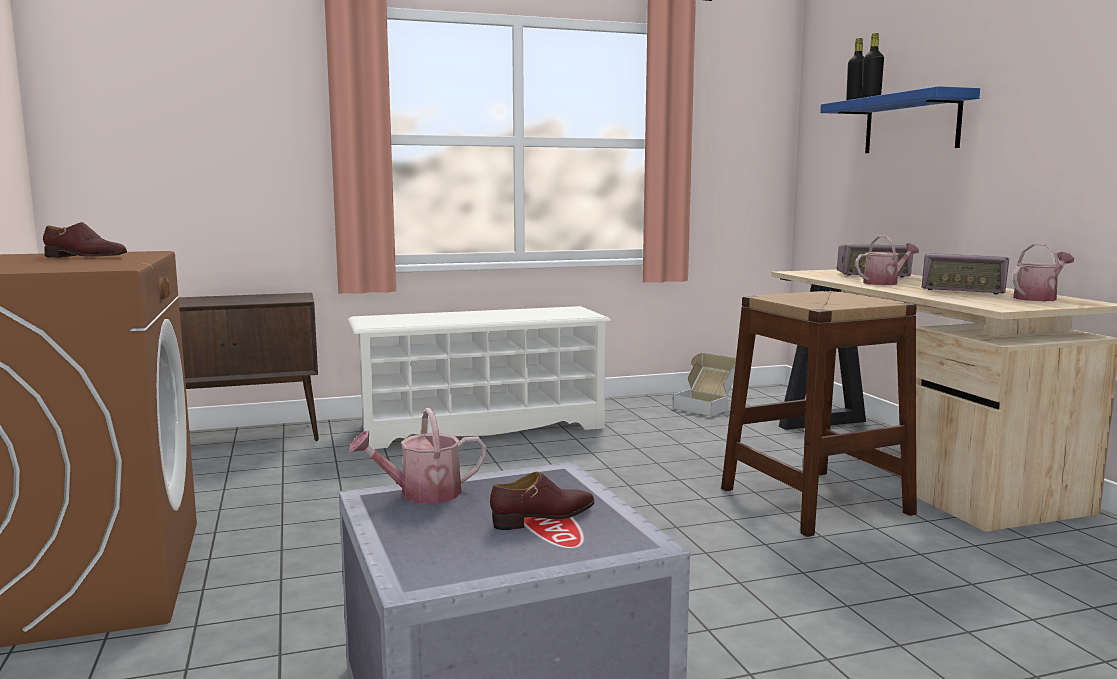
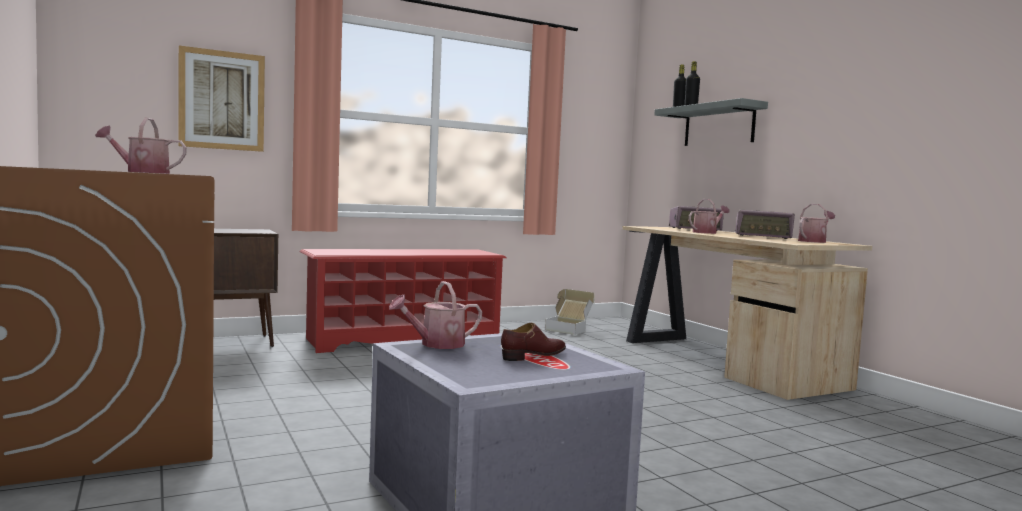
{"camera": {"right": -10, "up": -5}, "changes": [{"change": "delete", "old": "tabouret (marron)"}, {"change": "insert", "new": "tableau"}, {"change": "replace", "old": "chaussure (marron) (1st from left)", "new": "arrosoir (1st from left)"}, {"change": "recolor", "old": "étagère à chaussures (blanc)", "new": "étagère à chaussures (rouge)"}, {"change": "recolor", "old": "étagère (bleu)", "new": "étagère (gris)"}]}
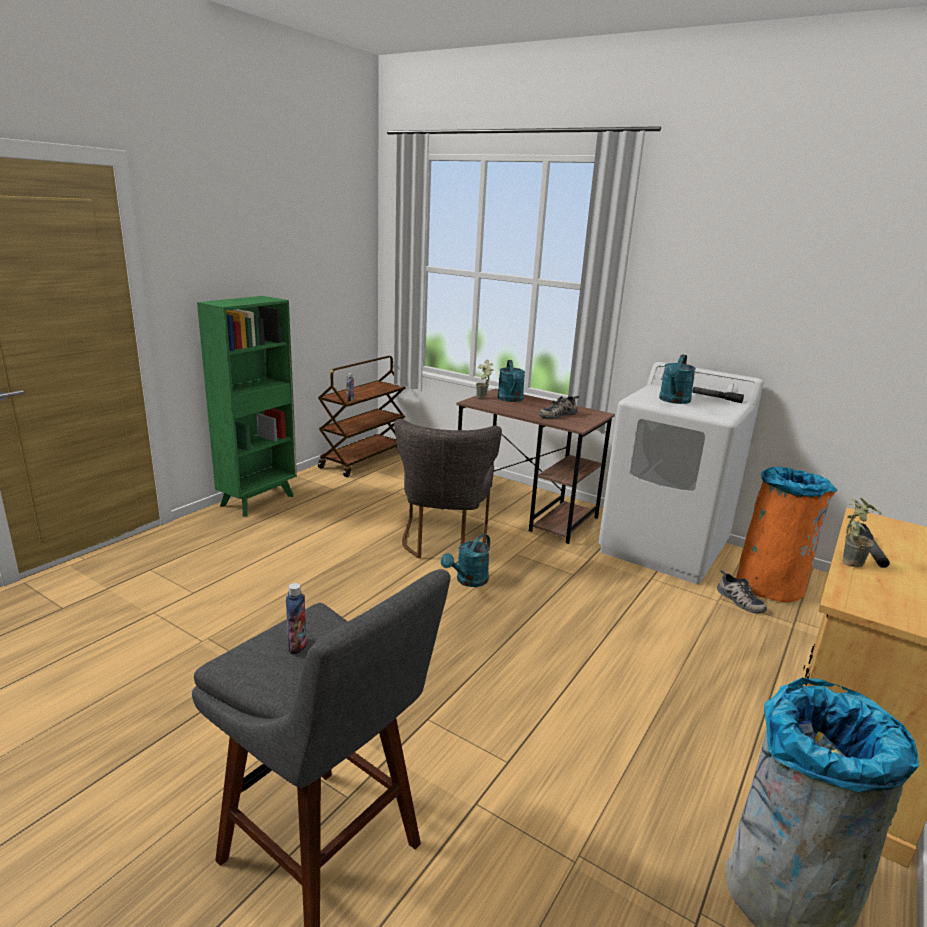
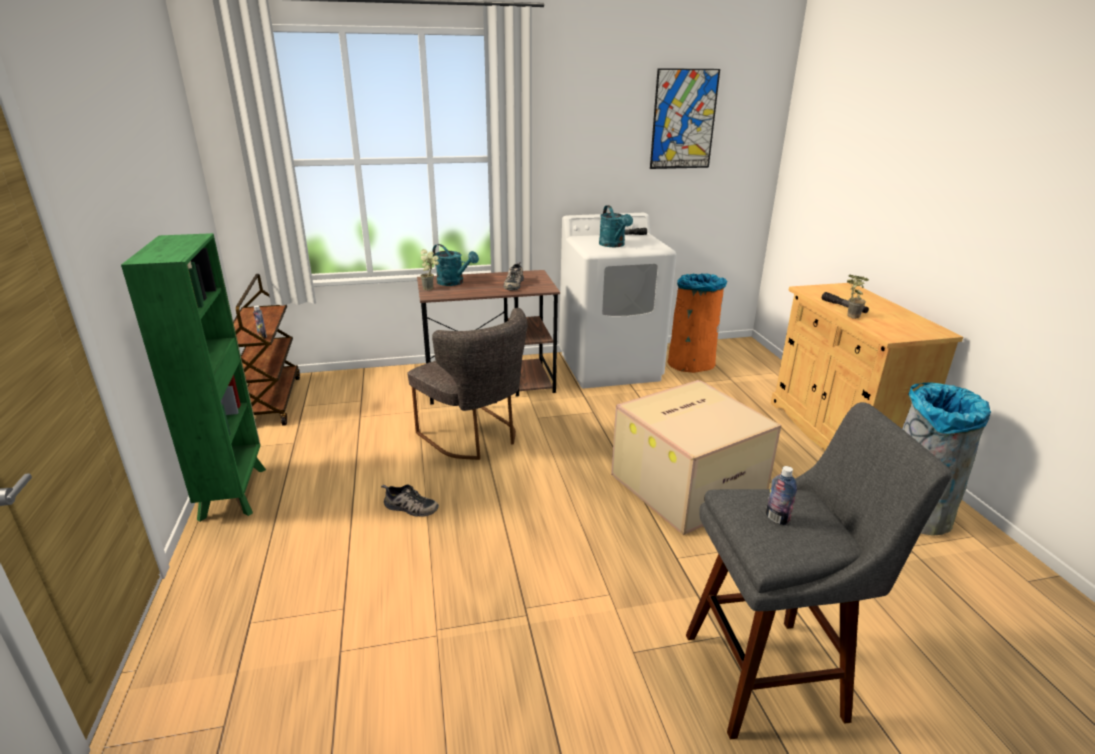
{"camera": {"right": -45, "up": 5}, "changes": [{"change": "delete", "old": "arrosoir (turquoise) (1st from left)"}, {"change": "insert", "new": "carton"}, {"change": "insert", "new": "tableau"}, {"change": "move", "old": "chaussure (2nd from left in the first image)", "new": "chaussure (1st from left)"}]}
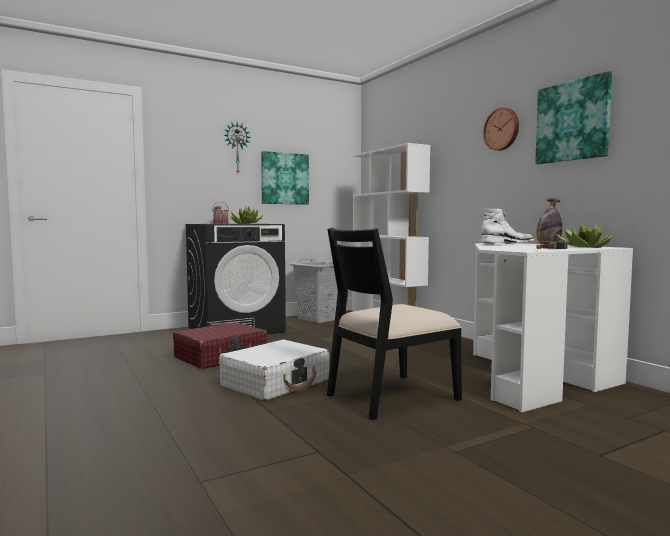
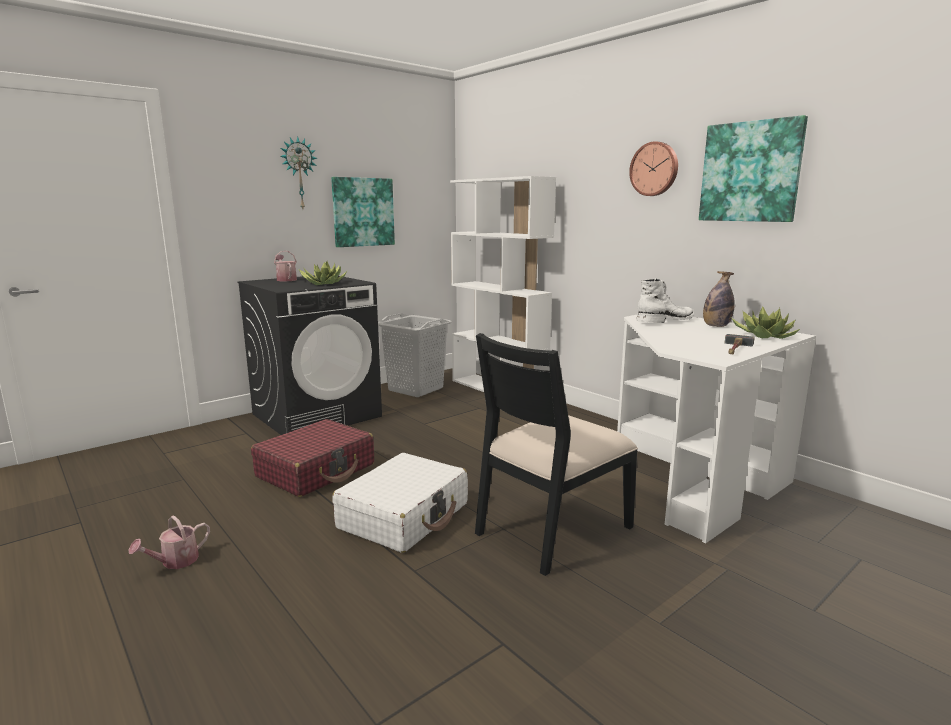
{"camera": {"right": -10, "up": 10}, "changes": [{"change": "insert", "new": "arrosoir (1st from left)"}]}
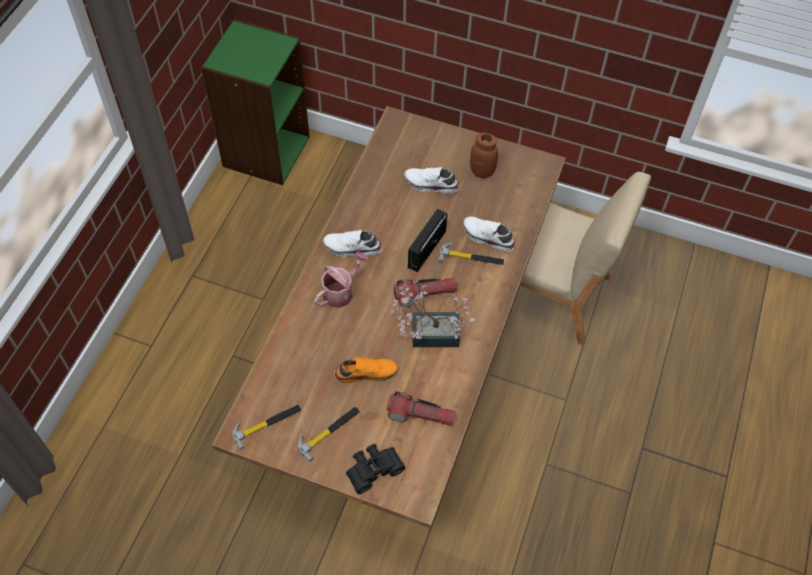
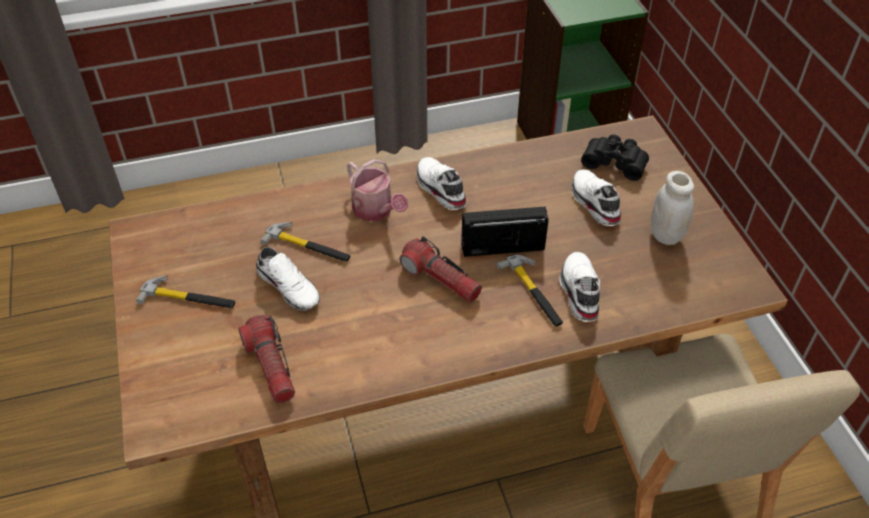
{"camera": {"right": 55, "up": -10}, "changes": [{"change": "delete", "old": "plante en pot"}, {"change": "move", "old": "marteau (1st from left in the first image)", "new": "marteau (2nd from left)"}, {"change": "move", "old": "jumelles (noir)"}, {"change": "recolor", "old": "chaussure (orange)", "new": "chaussure (blanc) (1st from left)"}, {"change": "recolor", "old": "bocal (marron)", "new": "bocal (blanc)"}, {"change": "rotate", "old": "arrosoir", "degrees": 45}]}
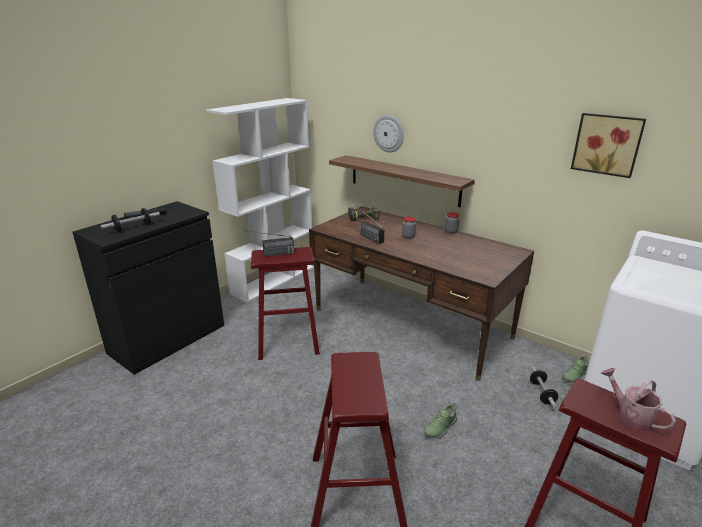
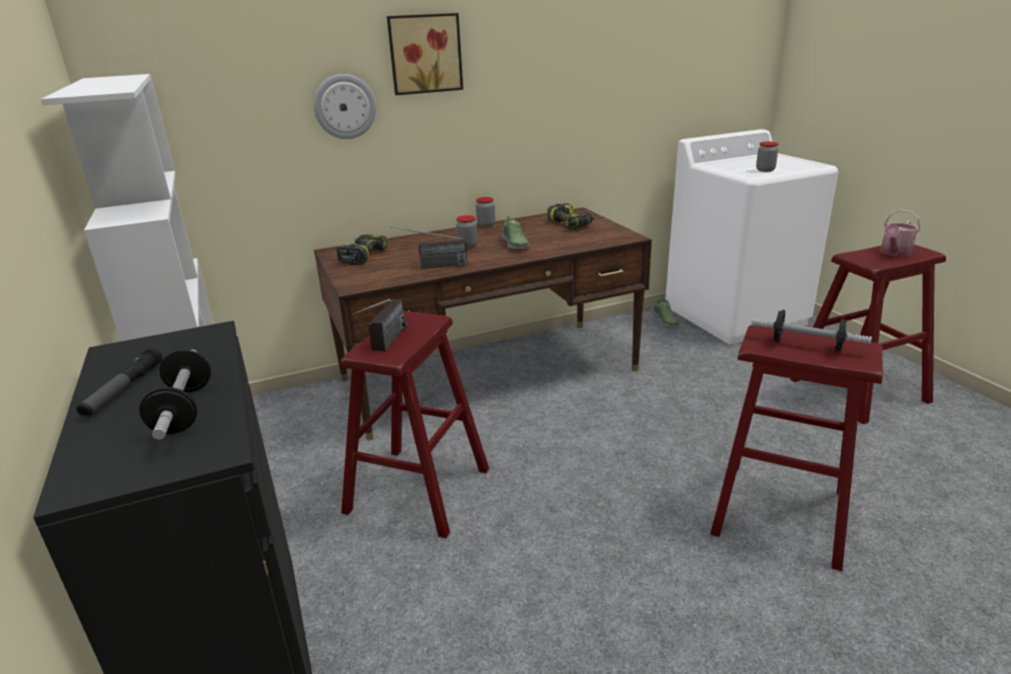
{"camera": {"right": -60, "up": 0}, "changes": [{"change": "delete", "old": "étagère"}, {"change": "insert", "new": "perceuse (2nd from left)"}, {"change": "insert", "new": "bocal (3rd from left)"}, {"change": "move", "old": "chaussure (1st from left)"}, {"change": "move", "old": "haltère (2nd from left)"}, {"change": "move", "old": "tableau"}, {"change": "rotate", "old": "arrosoir", "degrees": -45}]}
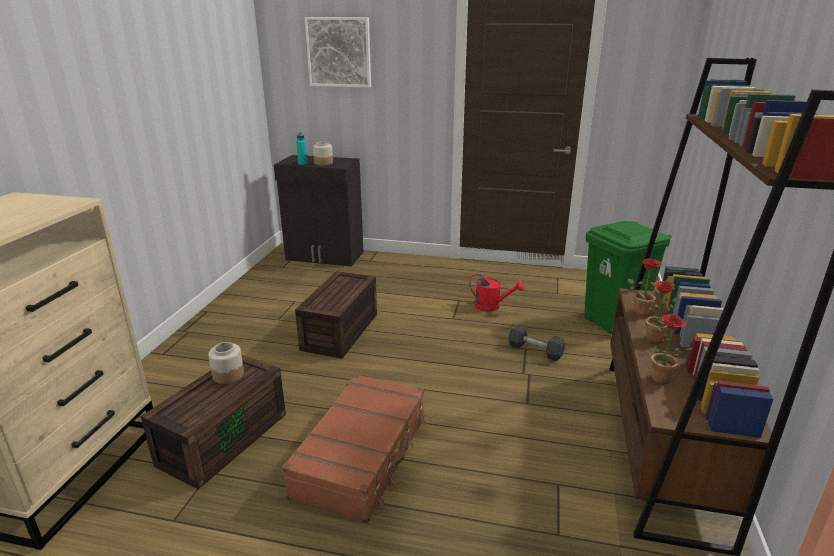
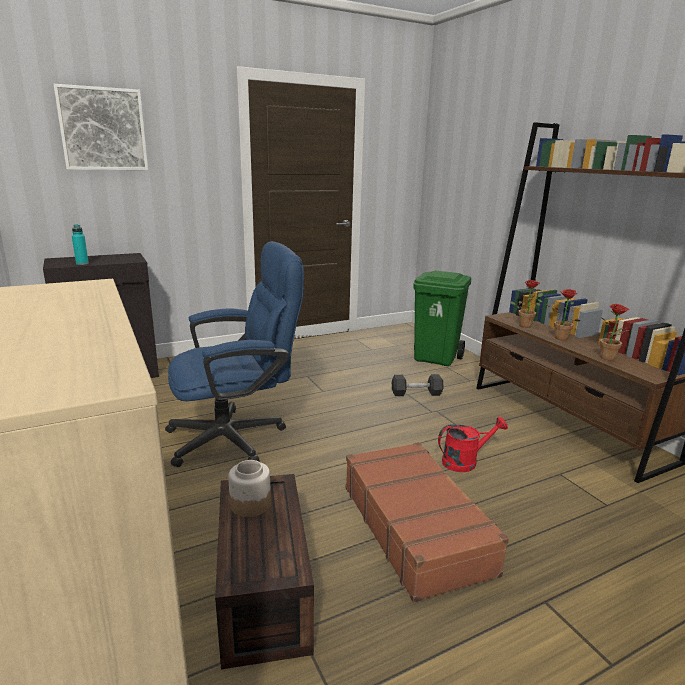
{"camera": {"right": -40, "up": -5}, "changes": [{"change": "delete", "old": "bocal (2nd from left)"}, {"change": "move", "old": "arrosoir (rouge)"}, {"change": "replace", "old": "boîte de rangement (marron) (2nd from left)", "new": "chaise de bureau (bleu)"}]}
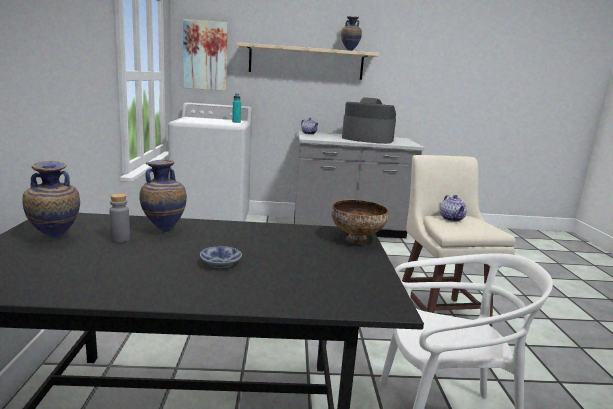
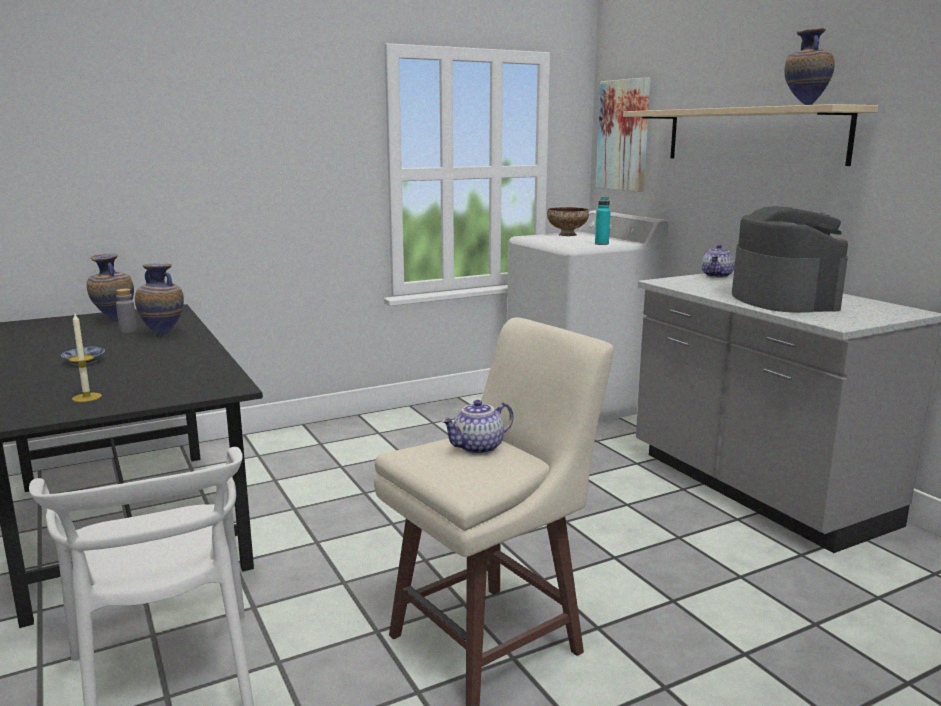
{"camera": {"right": 65, "up": 0}, "changes": [{"change": "insert", "new": "bougie"}, {"change": "move", "old": "bol (2nd from left)"}]}
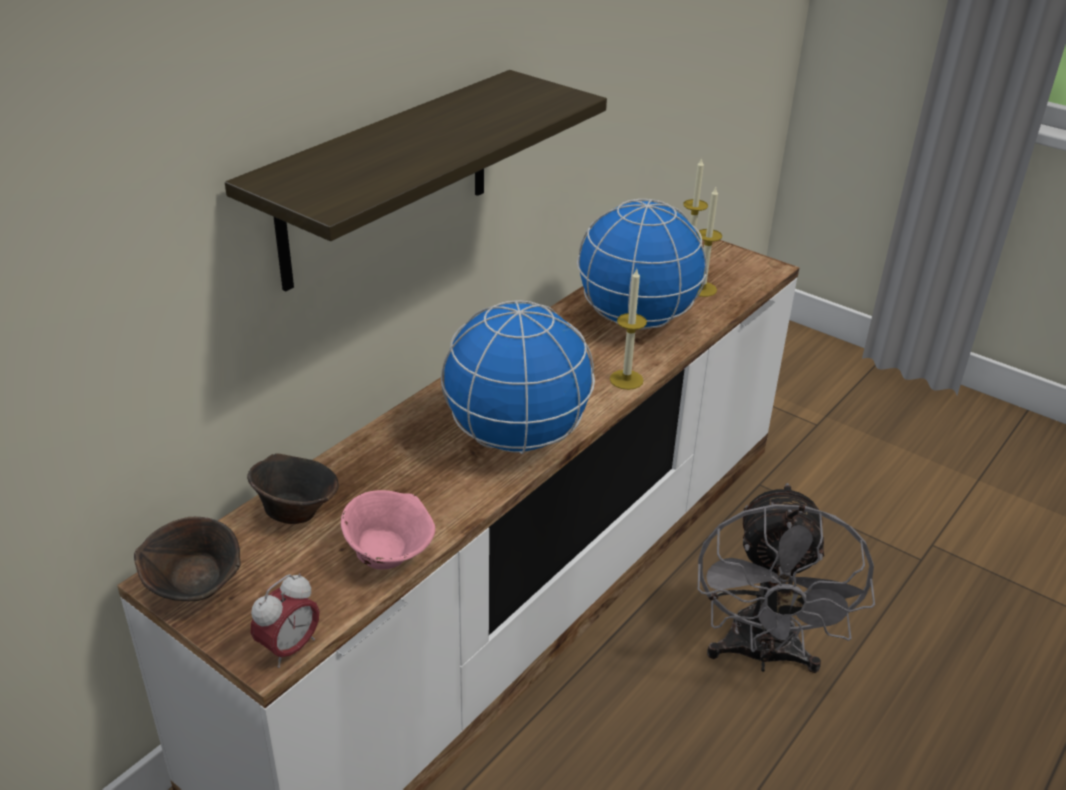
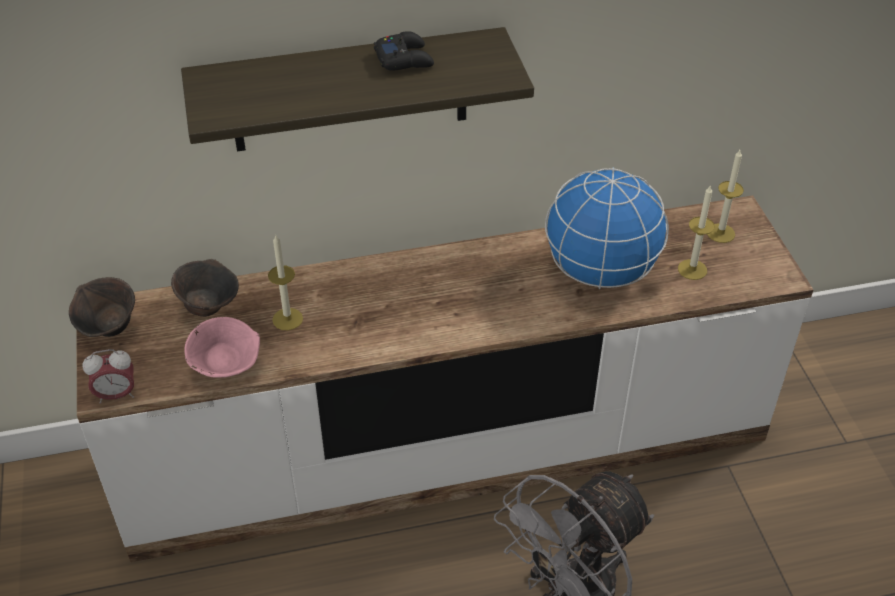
{"camera": {"right": 40, "up": 10}, "changes": [{"change": "delete", "old": "globe (1st from left)"}, {"change": "insert", "new": "manette (noir)"}, {"change": "move", "old": "bougie (1st from left)"}]}
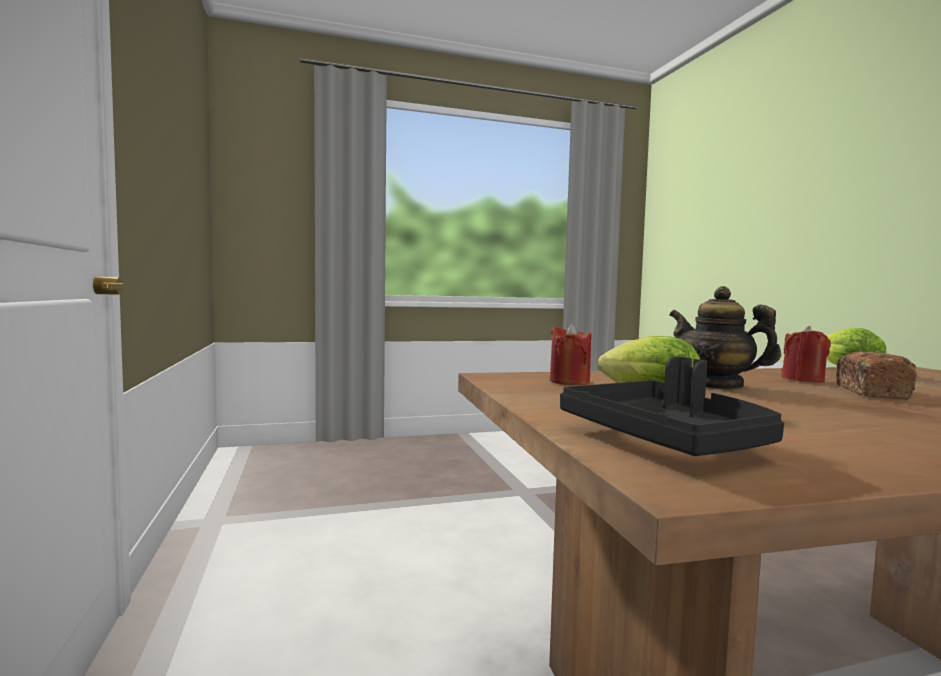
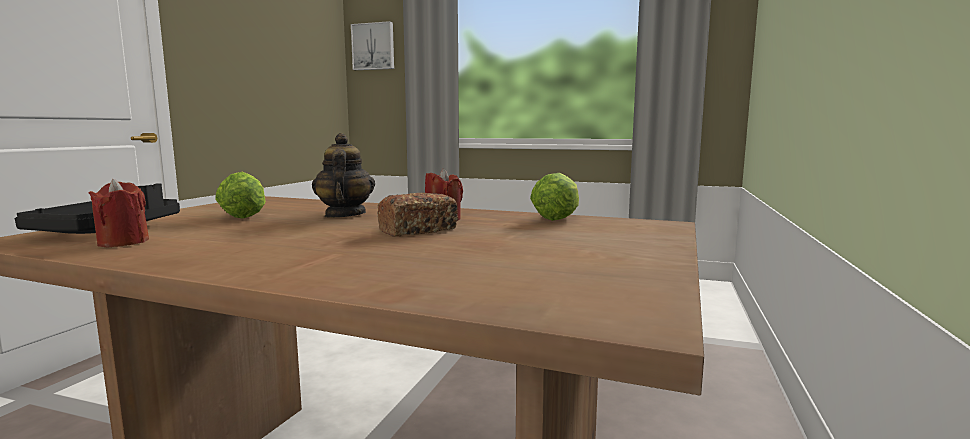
{"camera": {"right": 35, "up": 5}, "changes": [{"change": "insert", "new": "tableau"}, {"change": "move", "old": "bougie (rouge) (1st from left)"}]}
